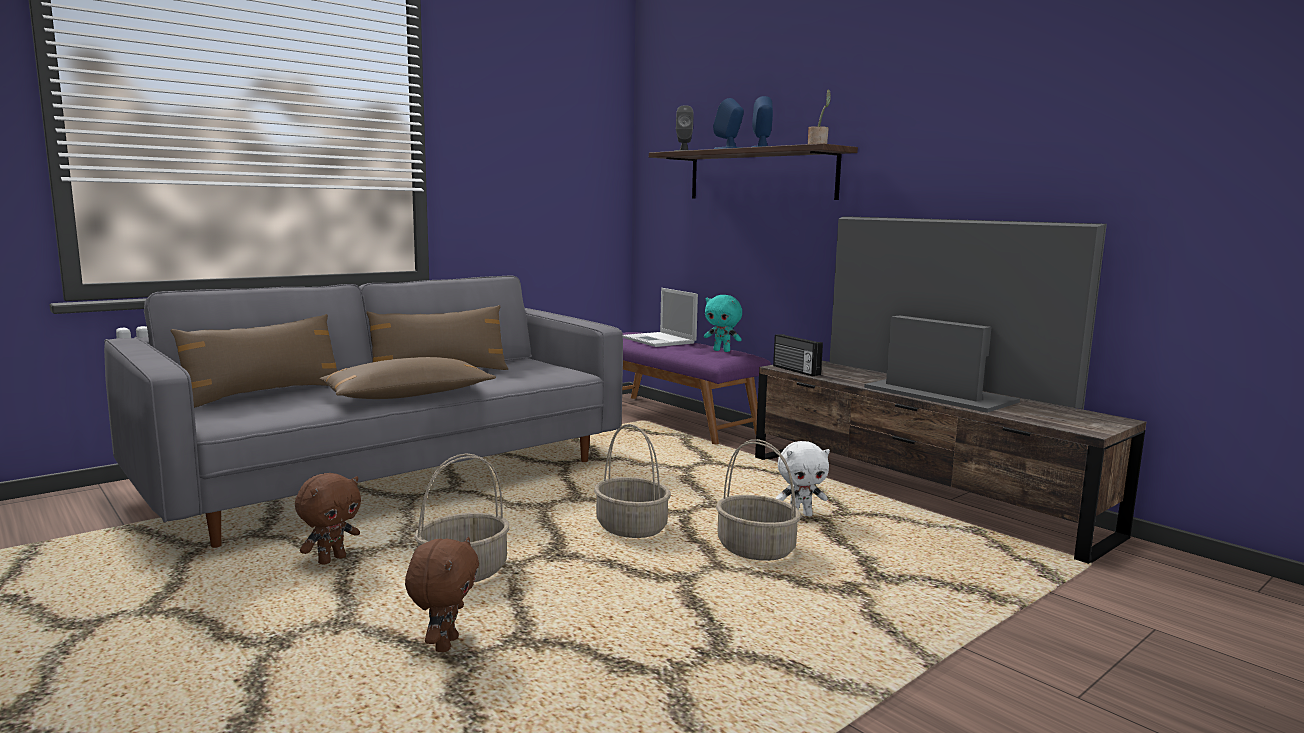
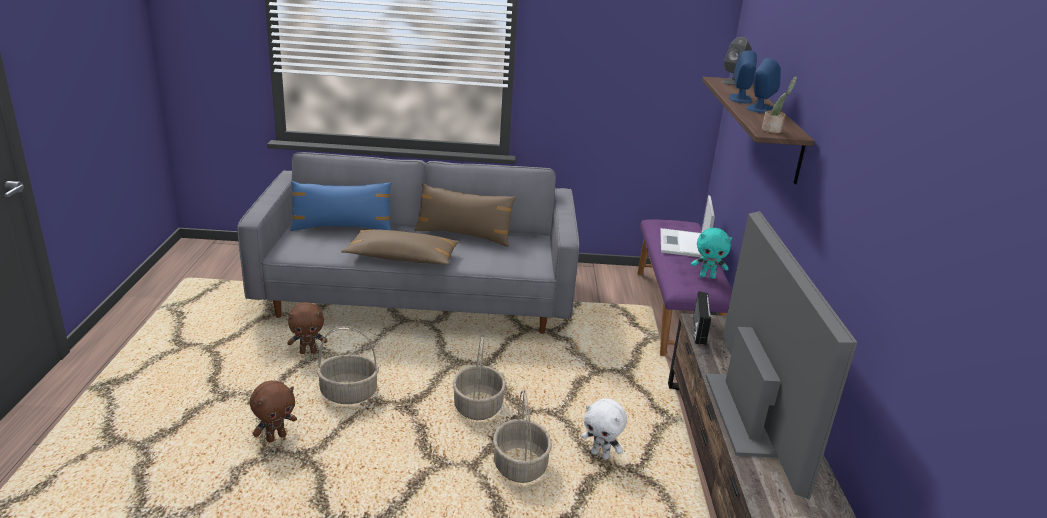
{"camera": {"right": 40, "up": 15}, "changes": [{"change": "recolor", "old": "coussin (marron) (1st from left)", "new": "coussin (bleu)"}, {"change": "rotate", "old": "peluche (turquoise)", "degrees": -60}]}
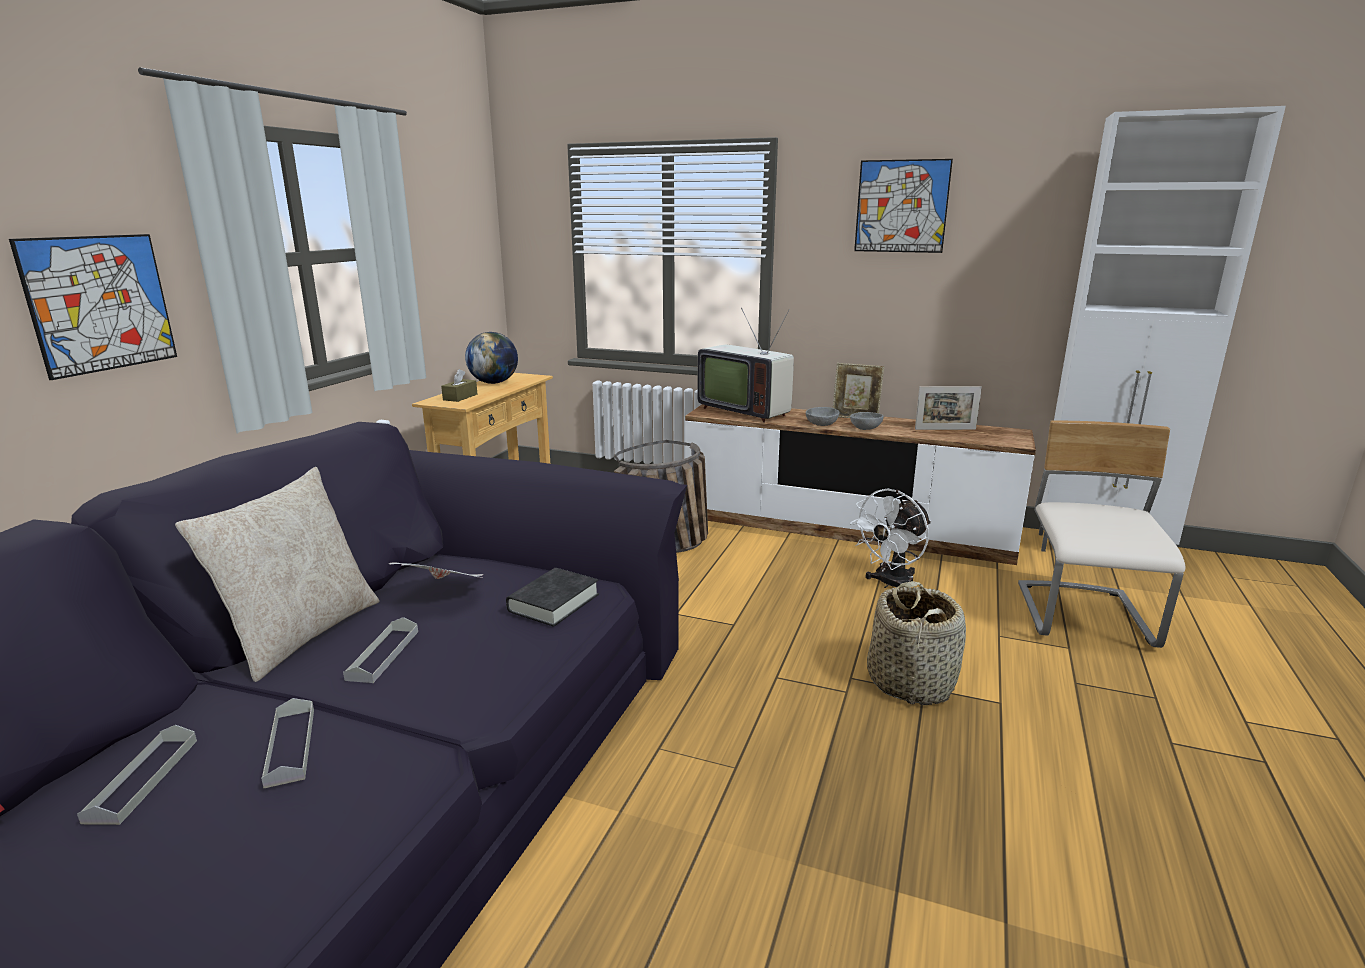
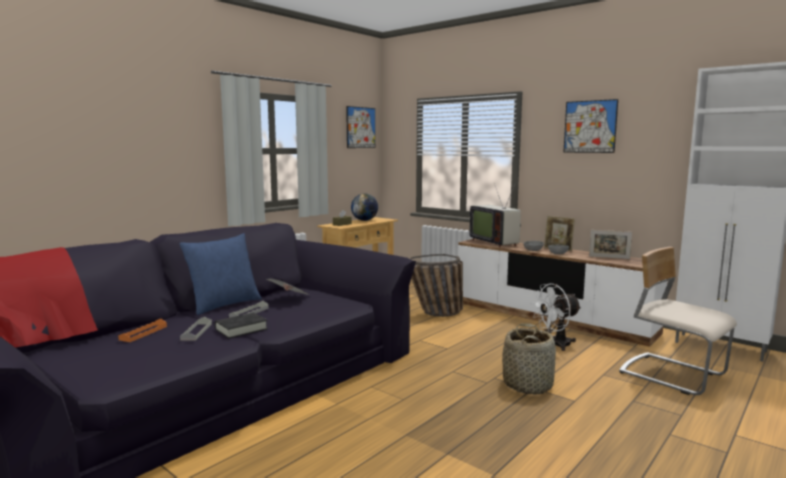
{"camera": {"right": 20, "up": -10}, "changes": [{"change": "move", "old": "tableau (1st from left)"}, {"change": "move", "old": "livre (noir)"}, {"change": "recolor", "old": "plateau (gris) (1st from left)", "new": "plateau (orange)"}, {"change": "recolor", "old": "coussin (beige)", "new": "coussin (bleu)"}, {"change": "rotate", "old": "chaise (beige)", "degrees": -75}]}
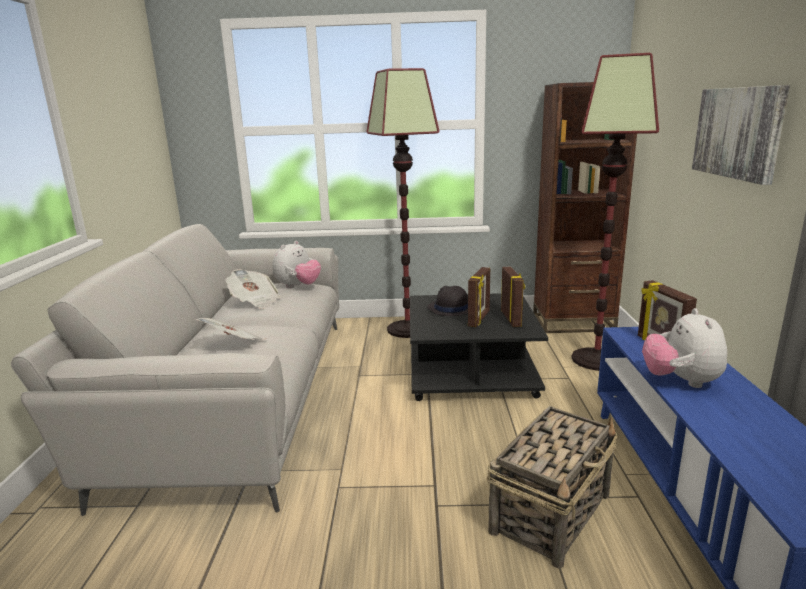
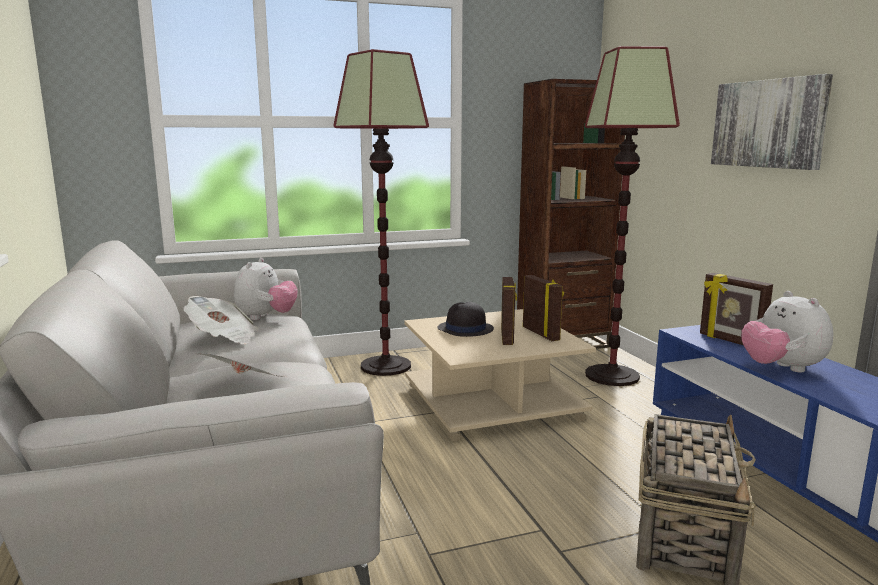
{"camera": {"right": -20, "up": -5}, "changes": [{"change": "recolor", "old": "table basse (noir)", "new": "table basse (beige)"}]}
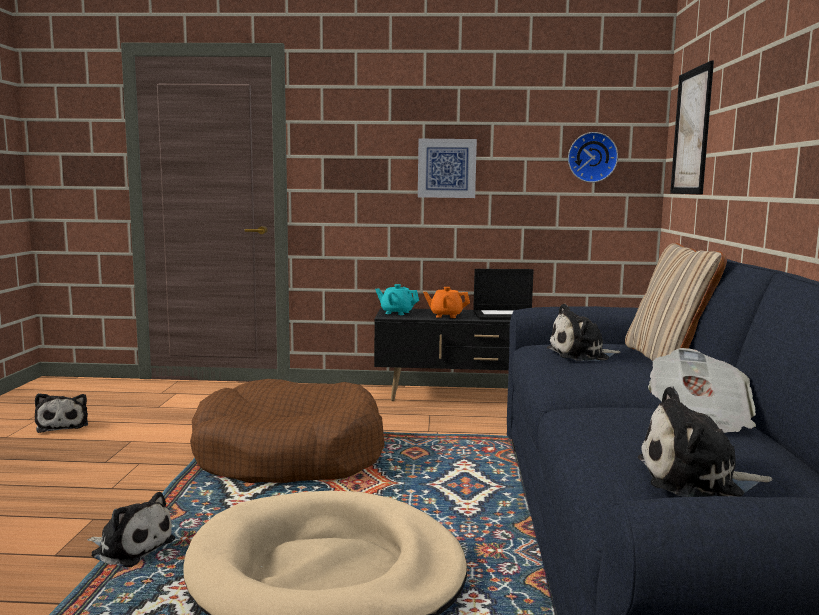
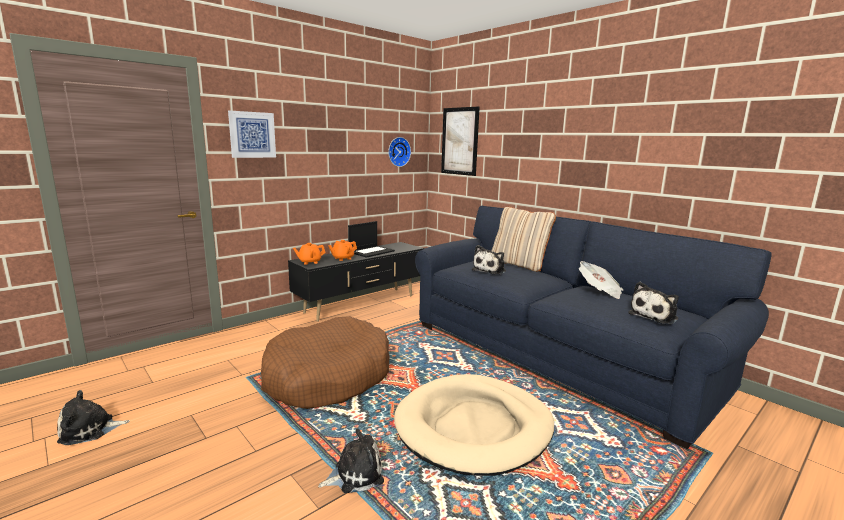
{"camera": {"right": -45, "up": 5}, "changes": [{"change": "move", "old": "tableau (1st from left)"}, {"change": "recolor", "old": "théière (turquoise)", "new": "théière (orange) (1st from left)"}, {"change": "rotate", "old": "peluche (1st from left)", "degrees": 135}]}
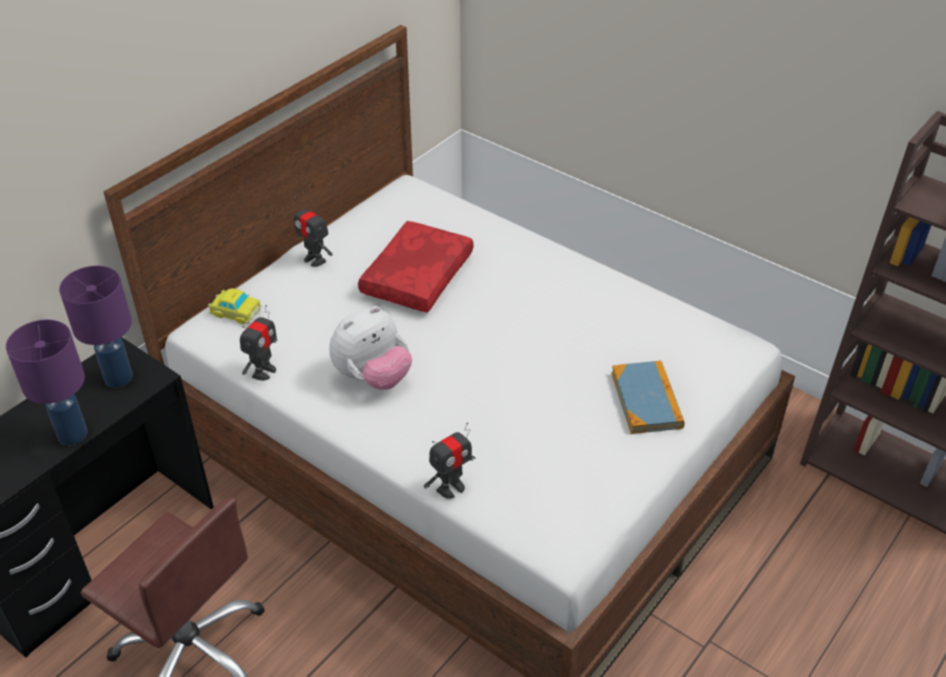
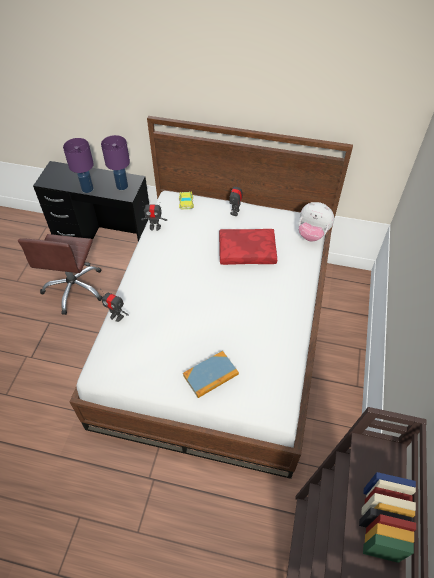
{"camera": {"right": 65, "up": 10}, "changes": [{"change": "move", "old": "peluche"}]}
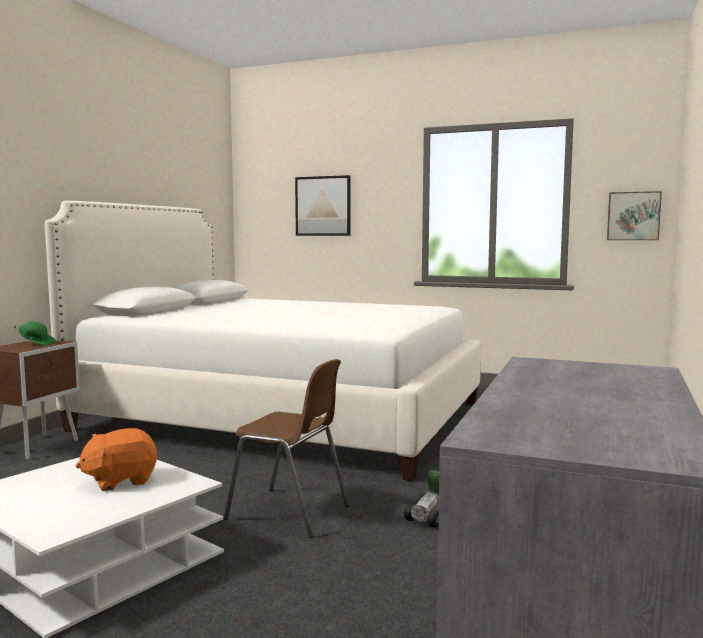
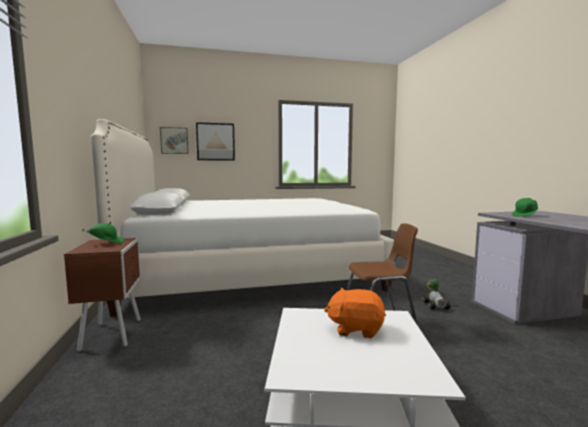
{"camera": {"right": -35, "up": 0}, "changes": [{"change": "insert", "new": "casquette (vert) (2nd from left)"}, {"change": "move", "old": "tableau (2nd from left in the first image)", "new": "tableau (1st from left)"}, {"change": "rotate", "old": "peluche (orange)", "degrees": 75}]}
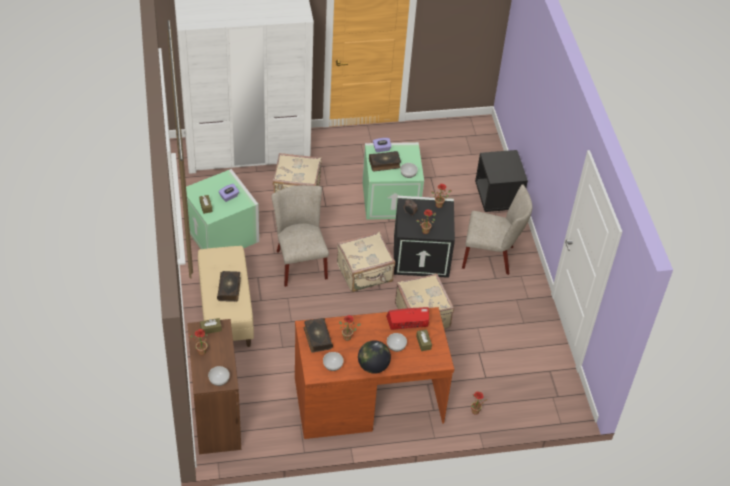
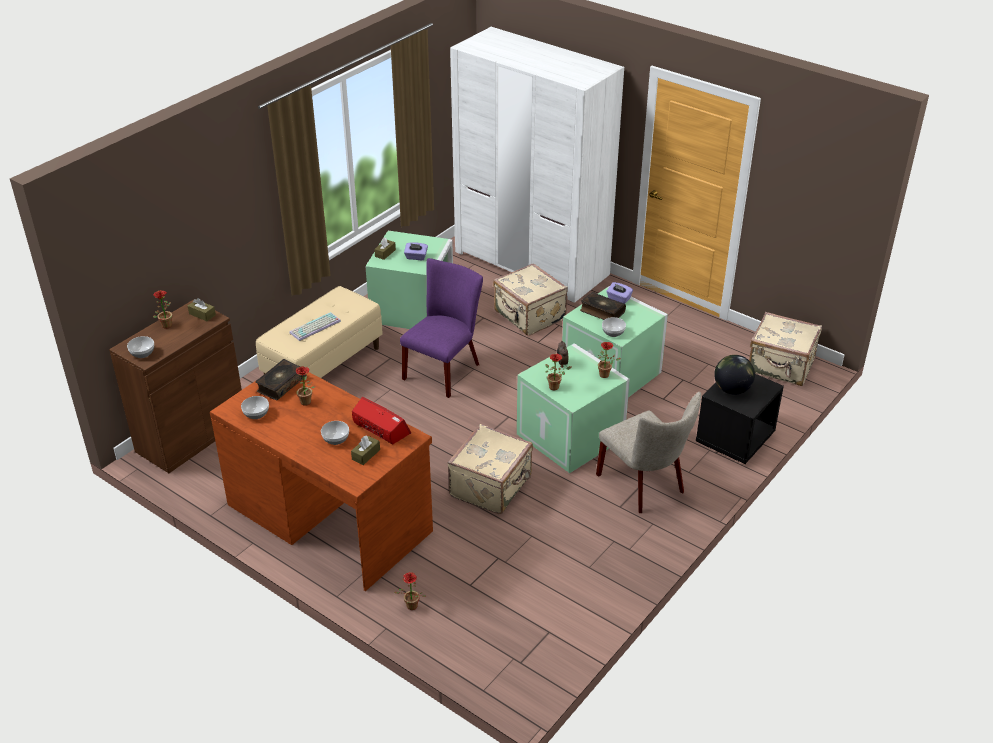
{"camera": {"right": 50, "up": -10}, "changes": [{"change": "move", "old": "valise (beige) (2nd from left in the first image)", "new": "valise (beige) (3rd from left)"}, {"change": "move", "old": "globe"}, {"change": "replace", "old": "livre (1st from left)", "new": "clavier"}, {"change": "recolor", "old": "chaise (beige) (1st from left)", "new": "chaise (violet)"}, {"change": "recolor", "old": "boîte de rangement (noir)", "new": "boîte de rangement (vert) (2nd from left)"}]}
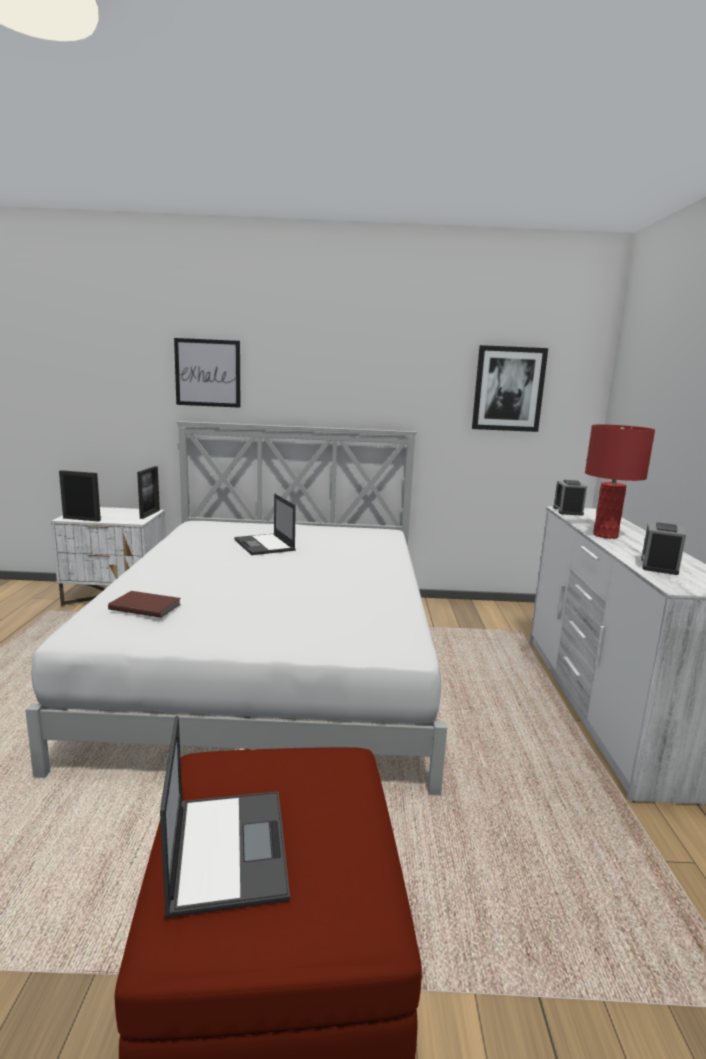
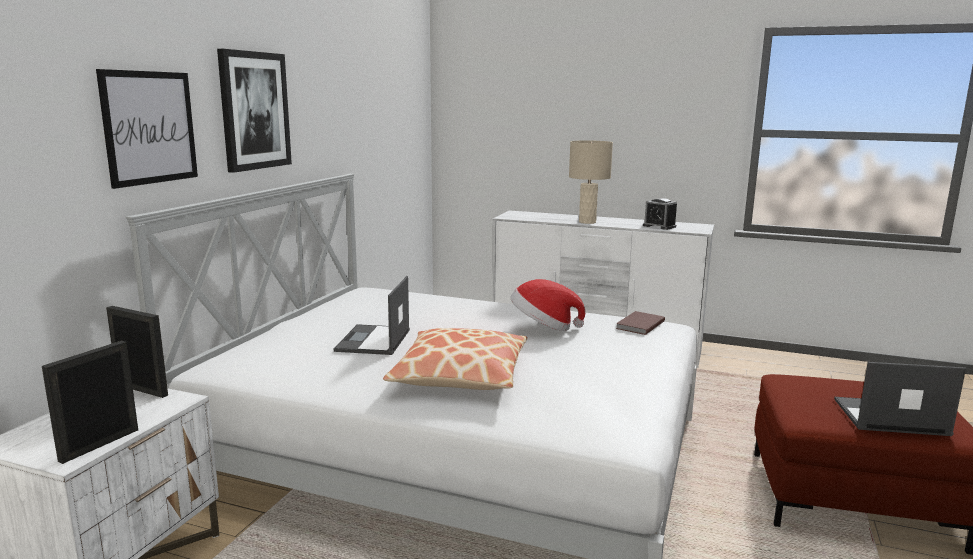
{"camera": {"right": -70, "up": 0}, "changes": [{"change": "delete", "old": "réveil (1st from left)"}, {"change": "insert", "new": "coussin"}, {"change": "insert", "new": "chapeau"}, {"change": "move", "old": "livre (marron)"}, {"change": "move", "old": "tableau (2nd from left)"}, {"change": "recolor", "old": "lampe de table (rouge)", "new": "lampe de table (beige)"}, {"change": "rotate", "old": "ordinateur portable (2nd from left in the first image)", "degrees": 105}]}
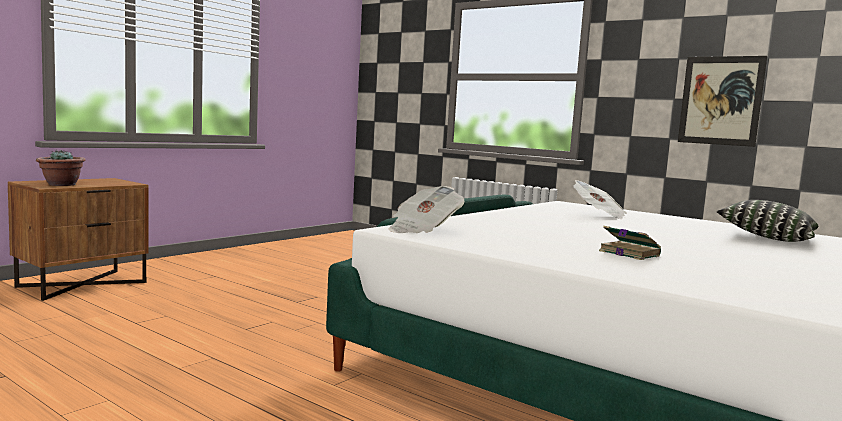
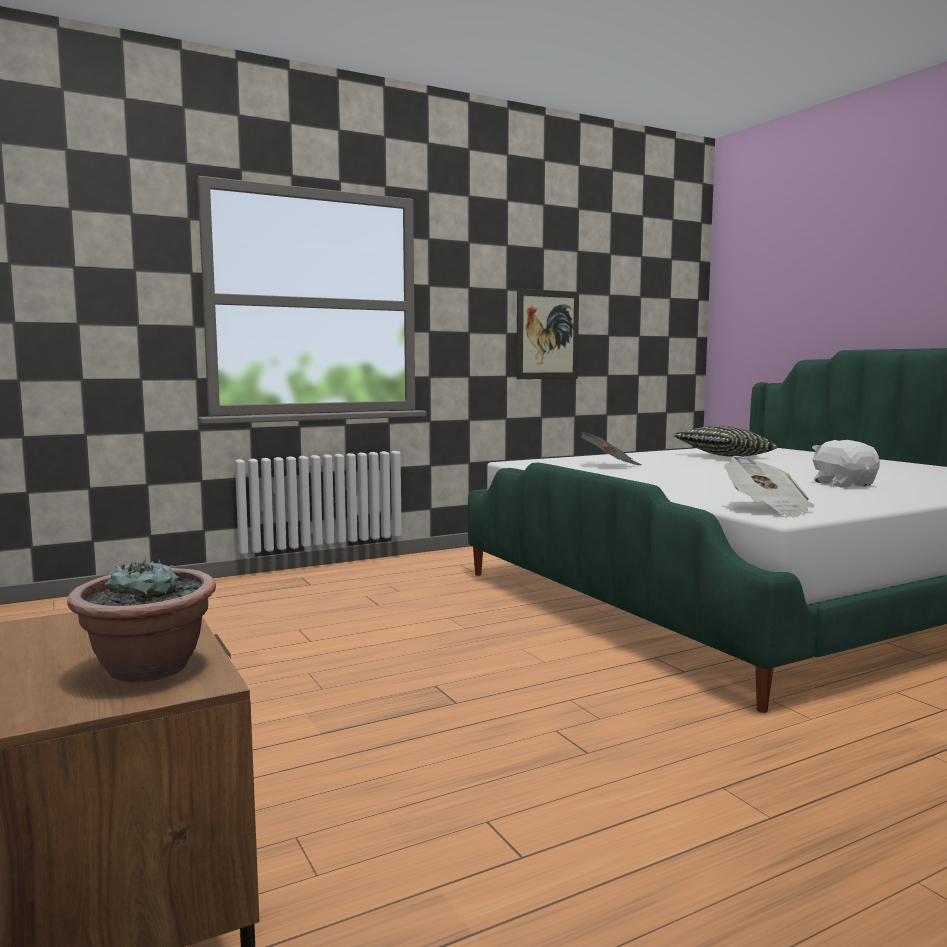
{"camera": {"right": -65, "up": 0}, "changes": [{"change": "replace", "old": "livre", "new": "peluche (blanc)"}]}
